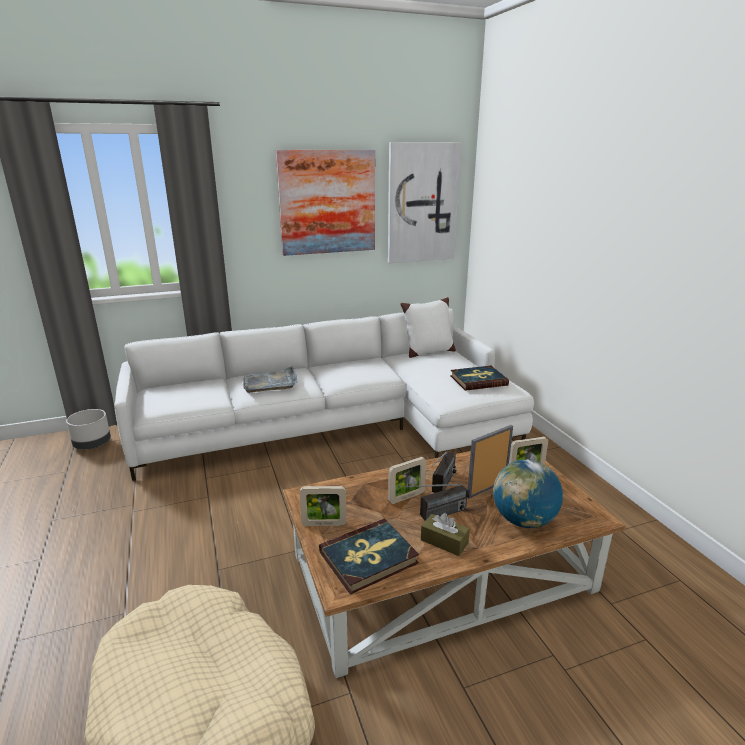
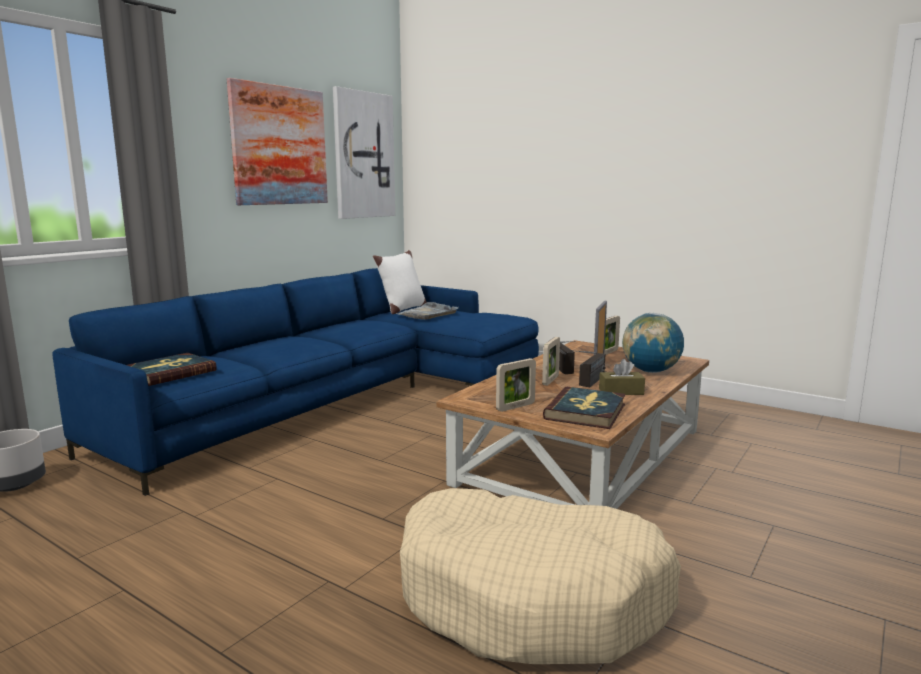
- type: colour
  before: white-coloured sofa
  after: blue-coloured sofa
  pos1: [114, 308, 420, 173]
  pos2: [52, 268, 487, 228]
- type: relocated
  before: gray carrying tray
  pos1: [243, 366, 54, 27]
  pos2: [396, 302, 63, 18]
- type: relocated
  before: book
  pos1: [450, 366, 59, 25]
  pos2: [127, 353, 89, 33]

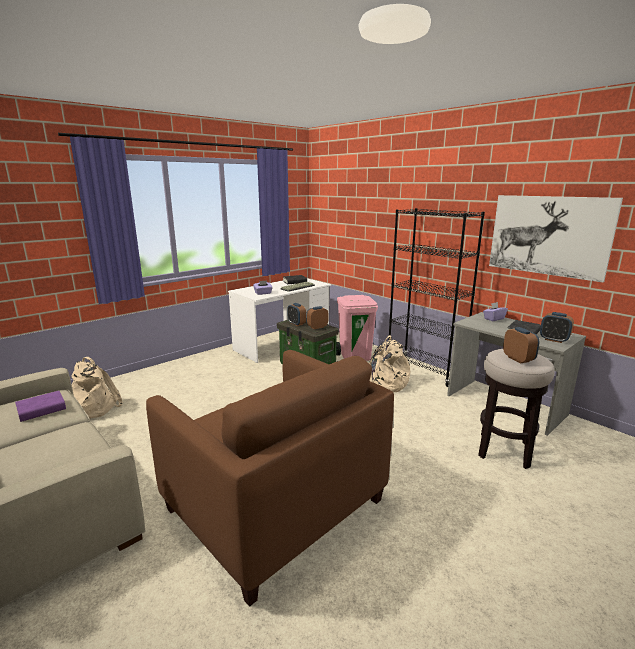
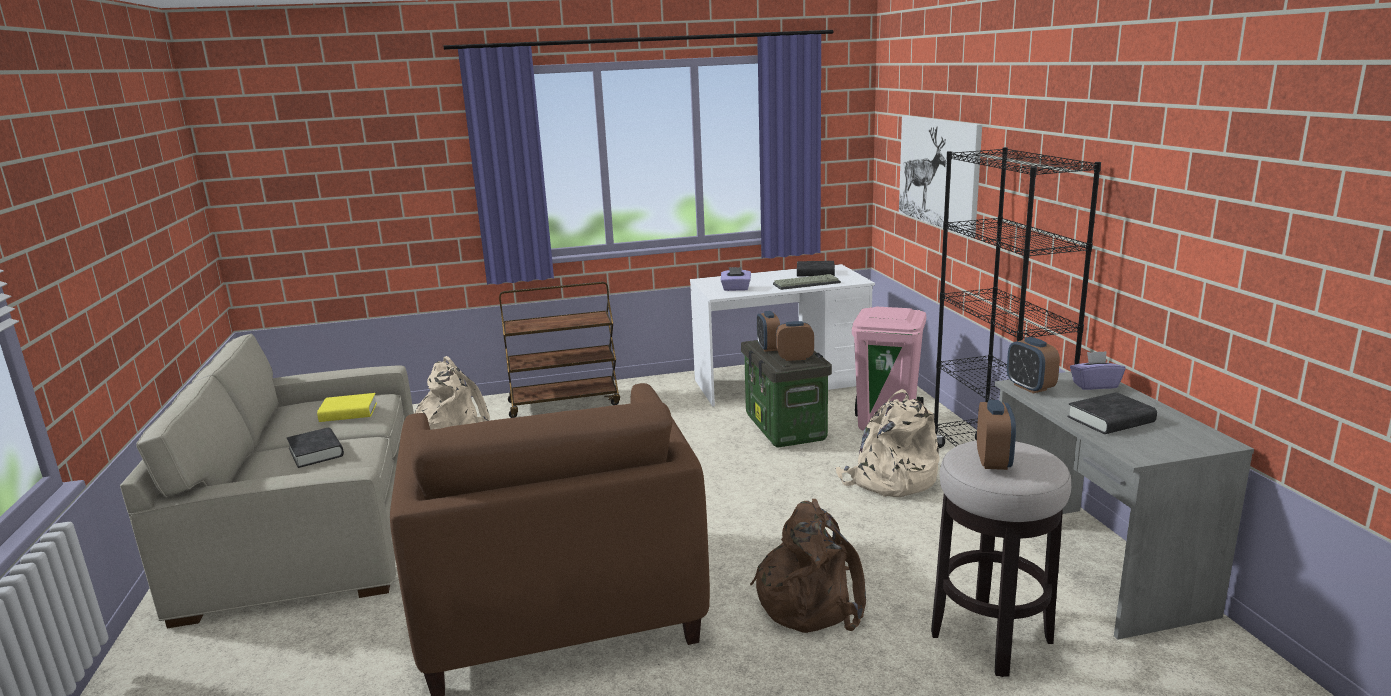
- type: colour
  before: purplish book
  after: yellow-coloured book
  pos1: [15, 391, 51, 31]
  pos2: [317, 393, 60, 29]
- type: relocated
  before: picture
  pos1: [489, 195, 134, 87]
  pos2: [899, 116, 83, 122]
- type: relocated
  before: bedside clock
  pos1: [540, 312, 34, 31]
  pos2: [1007, 337, 53, 56]
- type: appeared
  after: blackish book
  pos2: [287, 428, 57, 40]
- type: appeared
  after: brown cart
  pos2: [499, 282, 121, 136]
- type: appeared
  after: brown rucksack
  pos2: [750, 499, 116, 134]

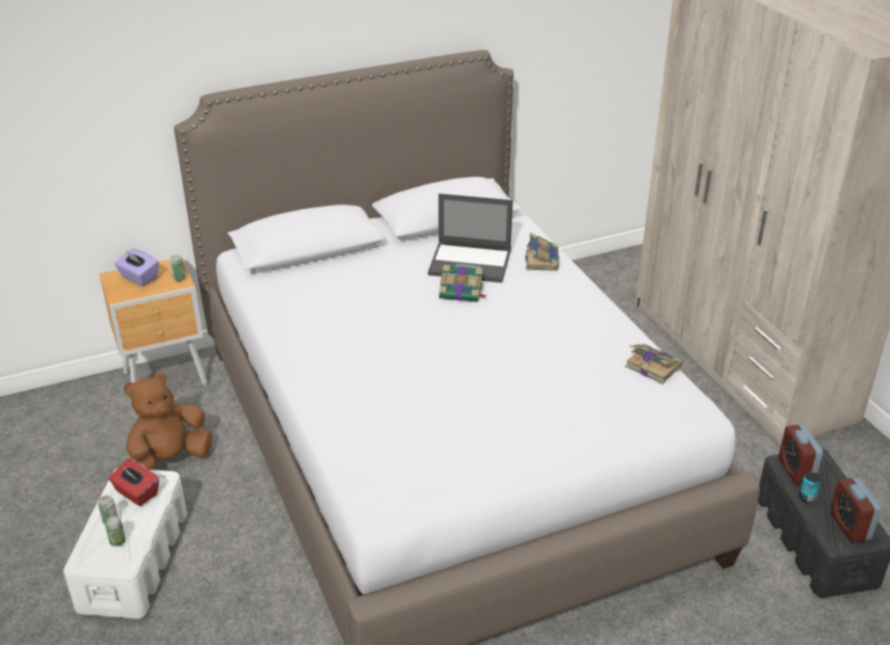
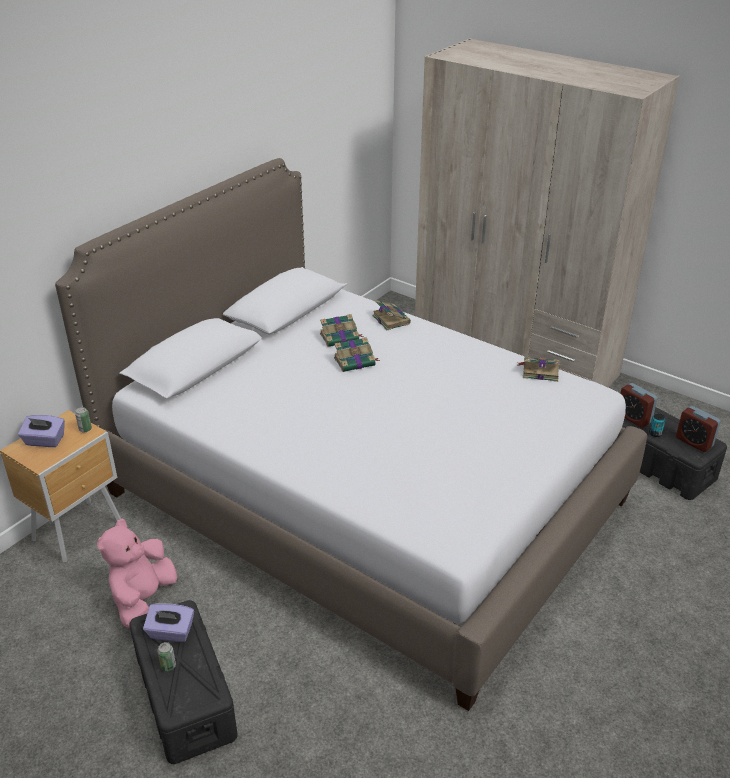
- type: colour
  before: white-coloured storage container
  after: blackish storage container
  pos1: [63, 469, 124, 150]
  pos2: [129, 600, 109, 164]
- type: missing
  before: can
  pos1: [105, 516, 21, 31]
- type: colour
  before: red-coloured box of tissues
  after: purplish box of tissues
  pos1: [108, 459, 51, 47]
  pos2: [143, 603, 51, 39]
- type: colour
  before: brown soft toy
  after: pink soft toy
  pos1: [124, 373, 88, 97]
  pos2: [97, 519, 80, 109]
- type: exchanged
  before: notebook computer
  after: book
  pos1: [428, 194, 85, 89]
  pos2: [320, 314, 44, 33]

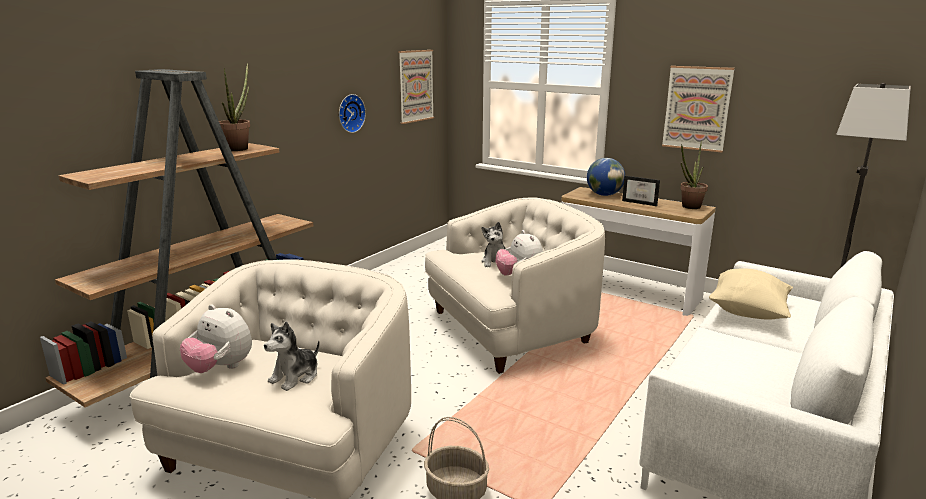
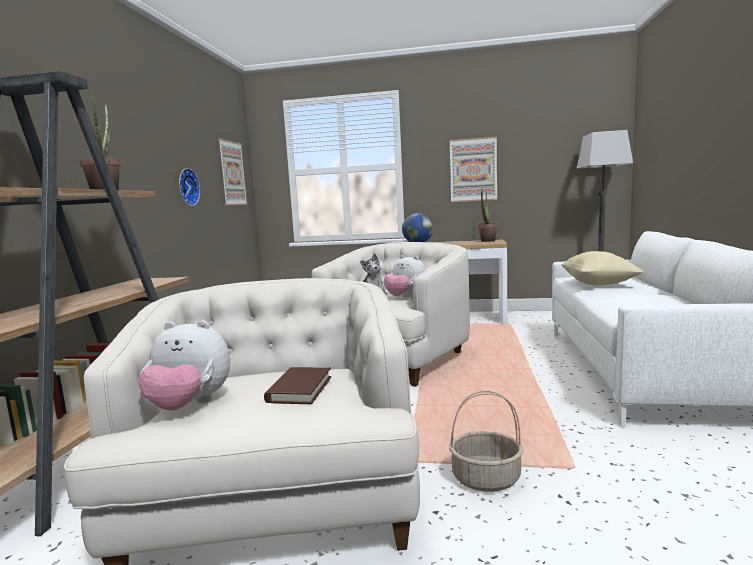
- type: exchanged
  before: soft toy
  after: brown book
  pos1: [264, 322, 56, 69]
  pos2: [264, 367, 67, 37]
- type: missing
  before: picture frame
  pos1: [622, 176, 38, 30]

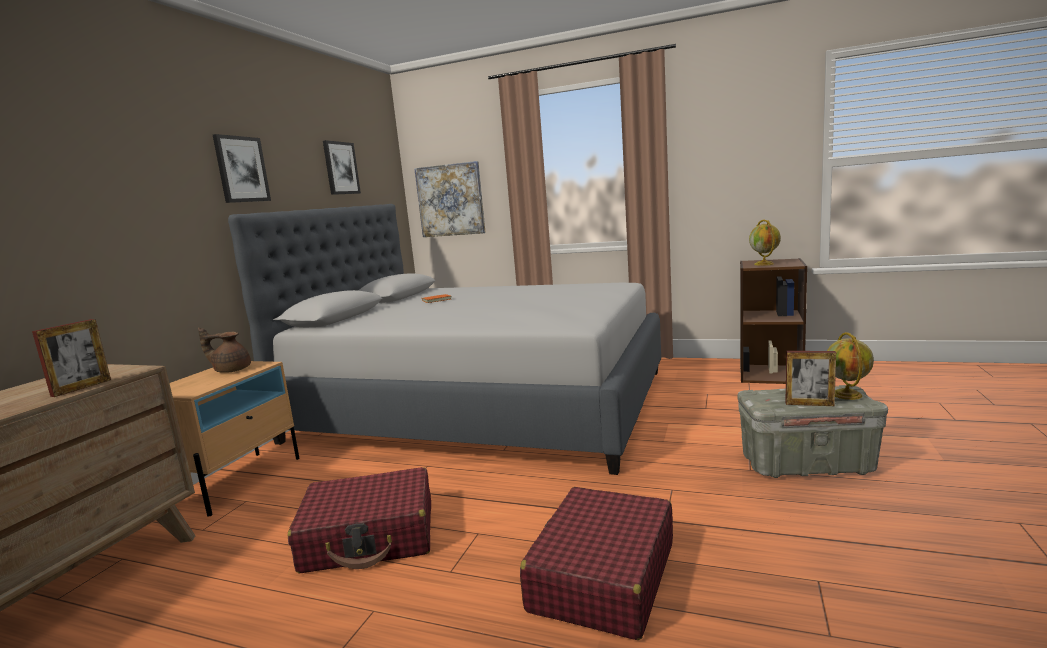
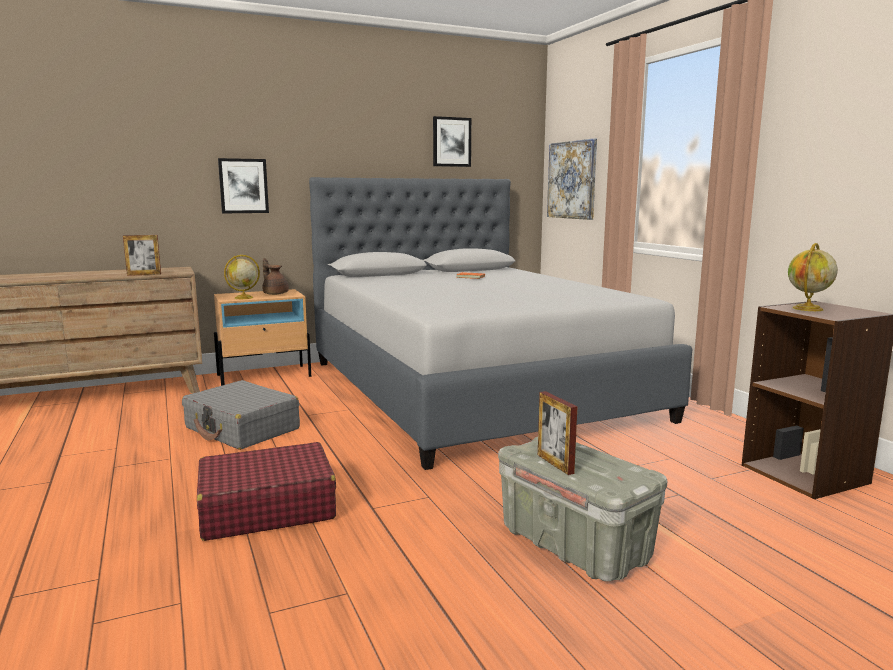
- type: relocated
  before: picture
  pos1: [213, 134, 58, 69]
  pos2: [218, 158, 51, 56]
- type: colour
  before: red-coloured piece of luggage
  after: gray piece of luggage
  pos1: [288, 467, 143, 106]
  pos2: [182, 380, 118, 70]
- type: relocated
  before: globe
  pos1: [827, 332, 47, 68]
  pos2: [224, 255, 36, 44]

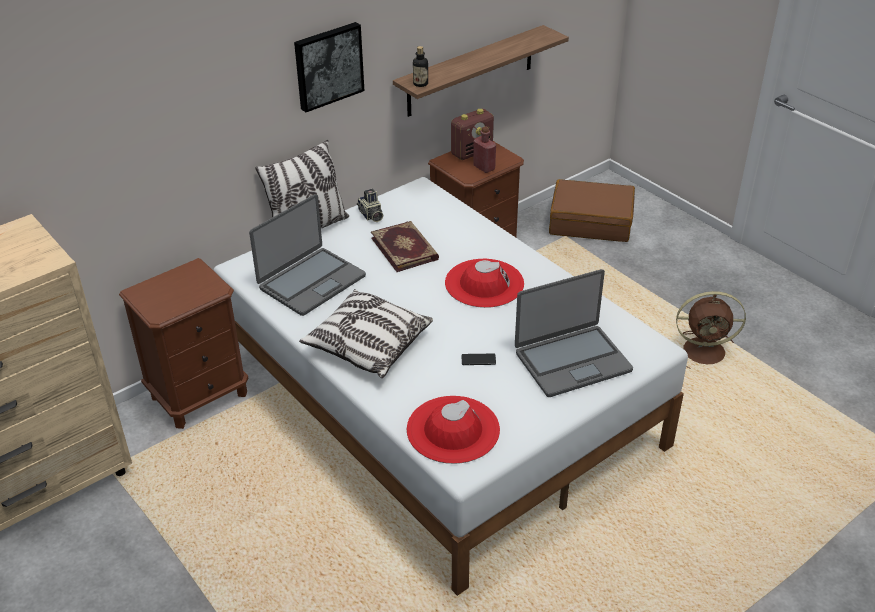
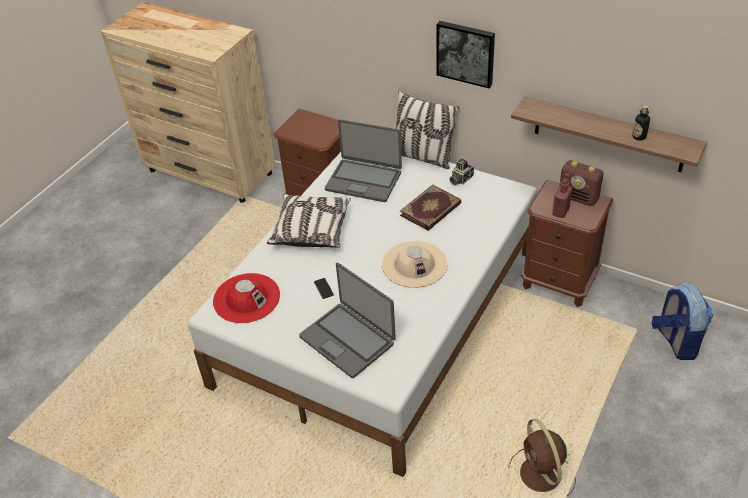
- type: relocated
  before: bottle
  pos1: [413, 46, 15, 41]
  pos2: [632, 105, 18, 36]
- type: colour
  before: red-coloured clothing hat
  after: beige-coloured clothing hat
  pos1: [445, 259, 79, 49]
  pos2: [382, 241, 65, 47]
- type: exchanged
  before: brown piece of luggage
  after: rucksack
  pos1: [549, 179, 86, 63]
  pos2: [652, 282, 61, 78]

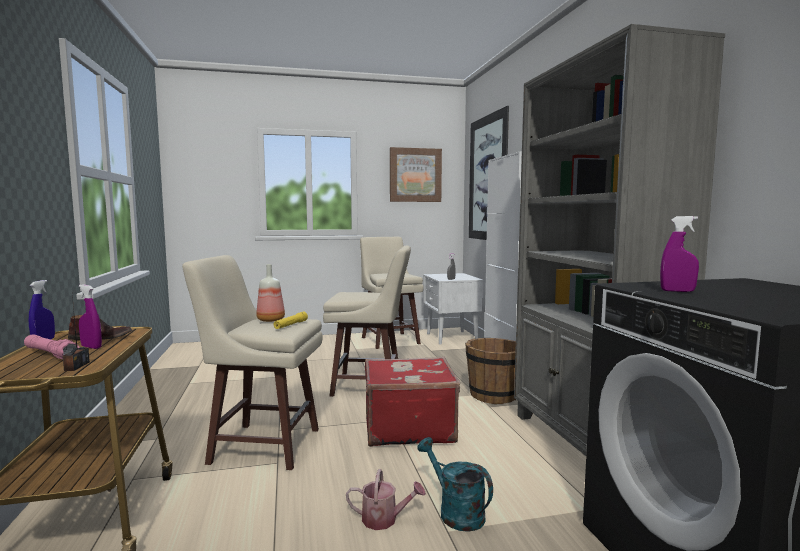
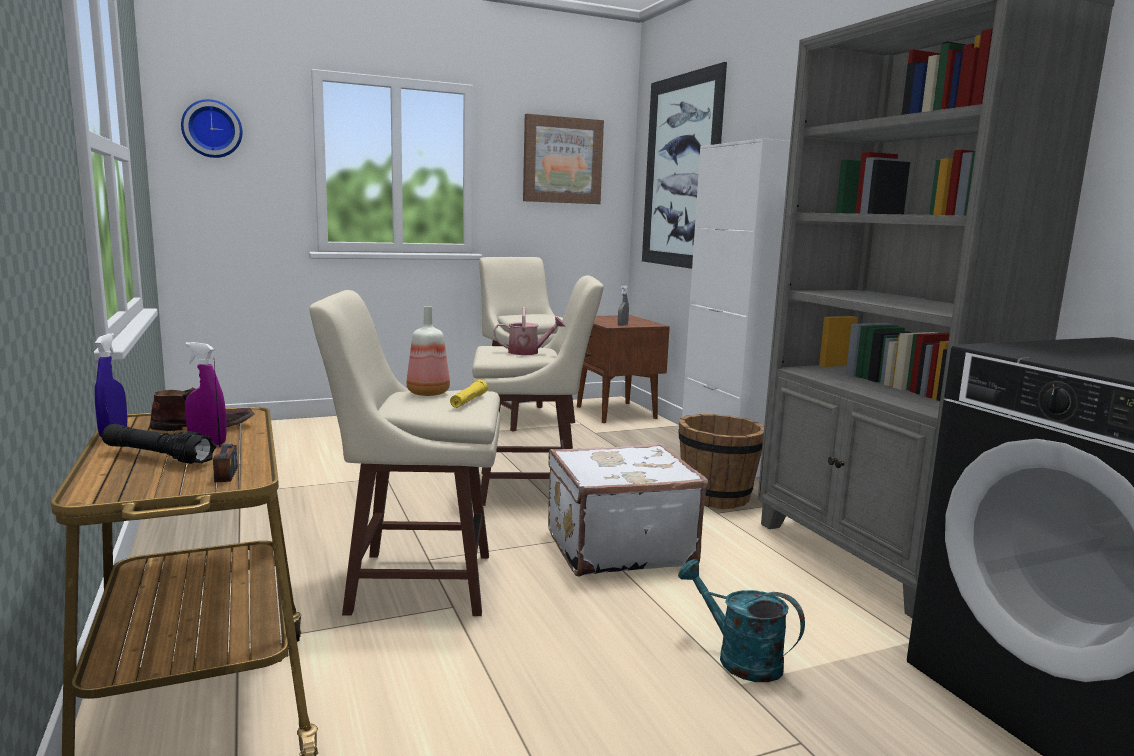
- type: colour
  before: pink torch
  after: blackish torch
  pos1: [24, 334, 56, 25]
  pos2: [102, 424, 114, 40]
- type: relocated
  before: sprinkling can
  pos1: [346, 469, 80, 61]
  pos2: [493, 307, 73, 48]
- type: colour
  before: red-coloured piece of luggage
  after: white-coloured piece of luggage
  pos1: [365, 357, 95, 90]
  pos2: [548, 443, 160, 134]
- type: colour
  before: white-coloured bedside table
  after: brown bedside table
  pos1: [423, 273, 60, 72]
  pos2: [577, 315, 93, 108]
- type: missing
  before: purplish hand sprayer
  pos1: [660, 216, 39, 76]
- type: appeared
  after: hanging clock
  pos2: [181, 99, 62, 59]

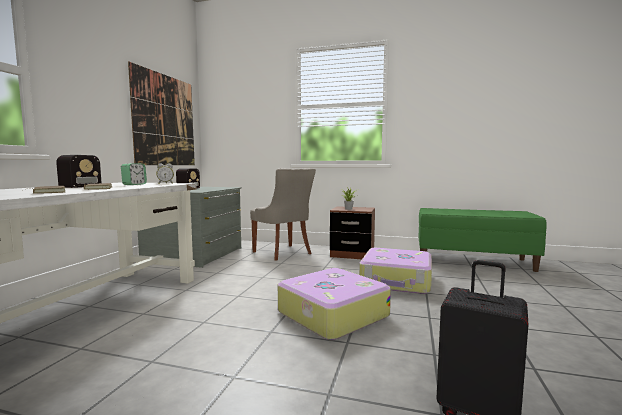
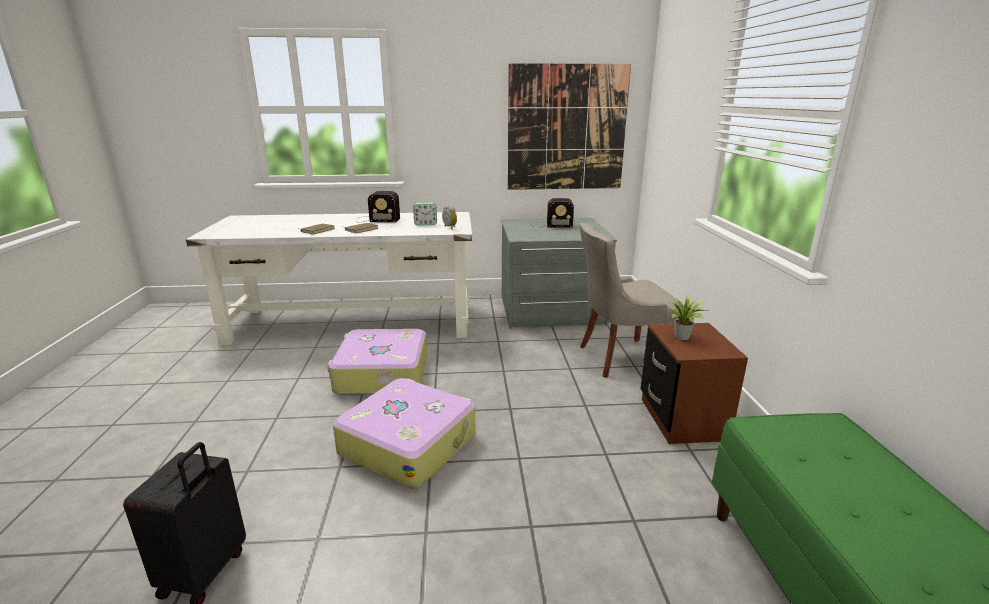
- type: spun
  before: gray plain chair
  pos1: [250, 168, 66, 93]
  pos2: [579, 223, 104, 155]
  turn: 45
- type: relocated
  before: piece of luggage
  pos1: [359, 248, 73, 46]
  pos2: [327, 329, 100, 66]

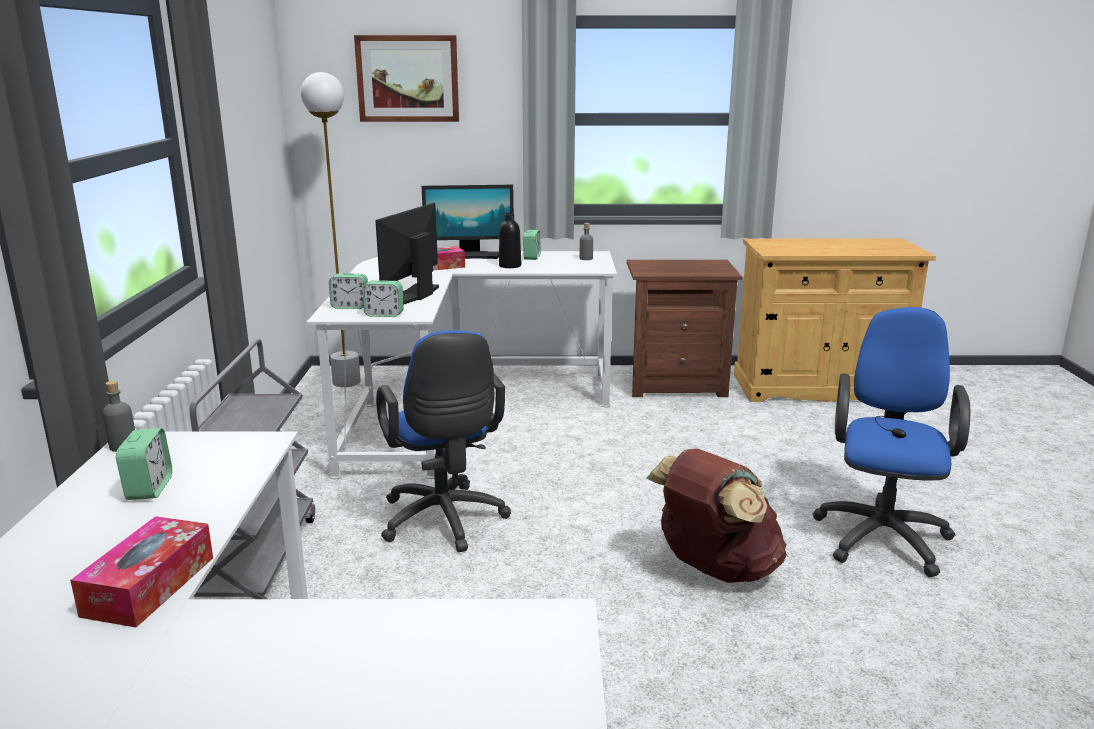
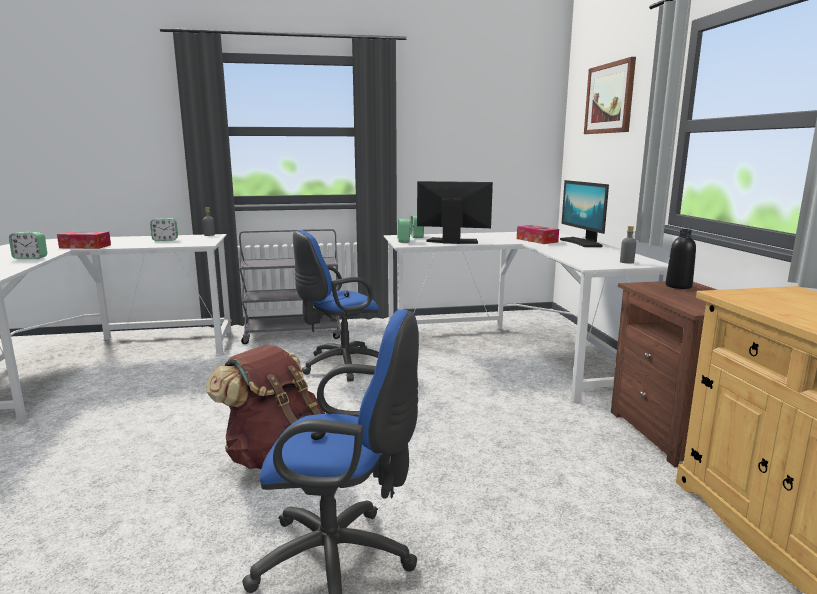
- type: missing
  before: white-coloured floor lamp
  pos1: [301, 72, 60, 315]
- type: relocated
  before: blackish bottle
  pos1: [499, 213, 22, 55]
  pos2: [666, 229, 30, 60]
- type: relocated
  before: bedside clock
  pos1: [523, 230, 18, 30]
  pos2: [9, 232, 38, 27]

